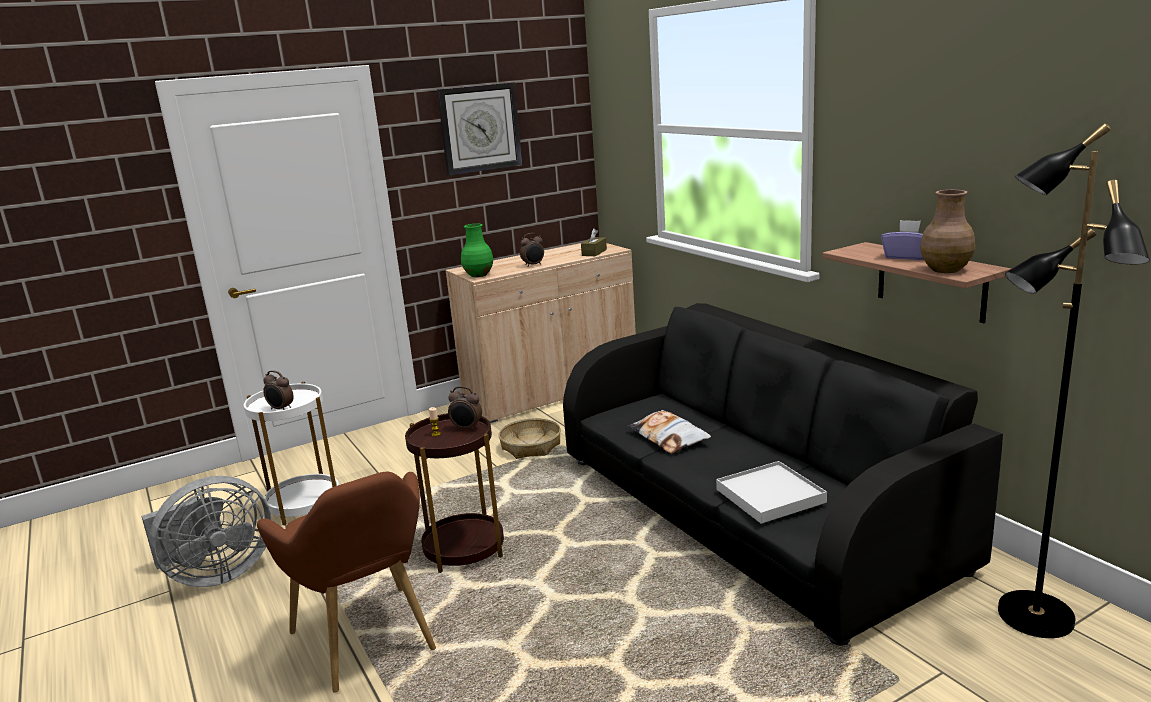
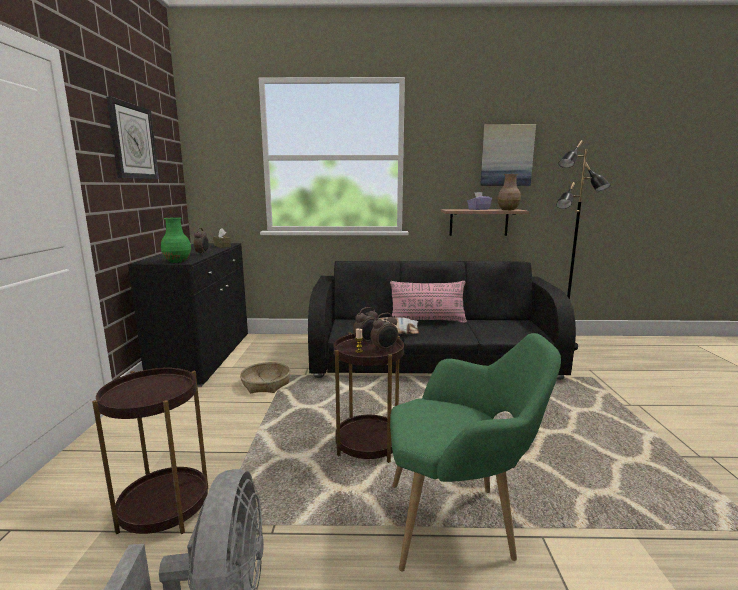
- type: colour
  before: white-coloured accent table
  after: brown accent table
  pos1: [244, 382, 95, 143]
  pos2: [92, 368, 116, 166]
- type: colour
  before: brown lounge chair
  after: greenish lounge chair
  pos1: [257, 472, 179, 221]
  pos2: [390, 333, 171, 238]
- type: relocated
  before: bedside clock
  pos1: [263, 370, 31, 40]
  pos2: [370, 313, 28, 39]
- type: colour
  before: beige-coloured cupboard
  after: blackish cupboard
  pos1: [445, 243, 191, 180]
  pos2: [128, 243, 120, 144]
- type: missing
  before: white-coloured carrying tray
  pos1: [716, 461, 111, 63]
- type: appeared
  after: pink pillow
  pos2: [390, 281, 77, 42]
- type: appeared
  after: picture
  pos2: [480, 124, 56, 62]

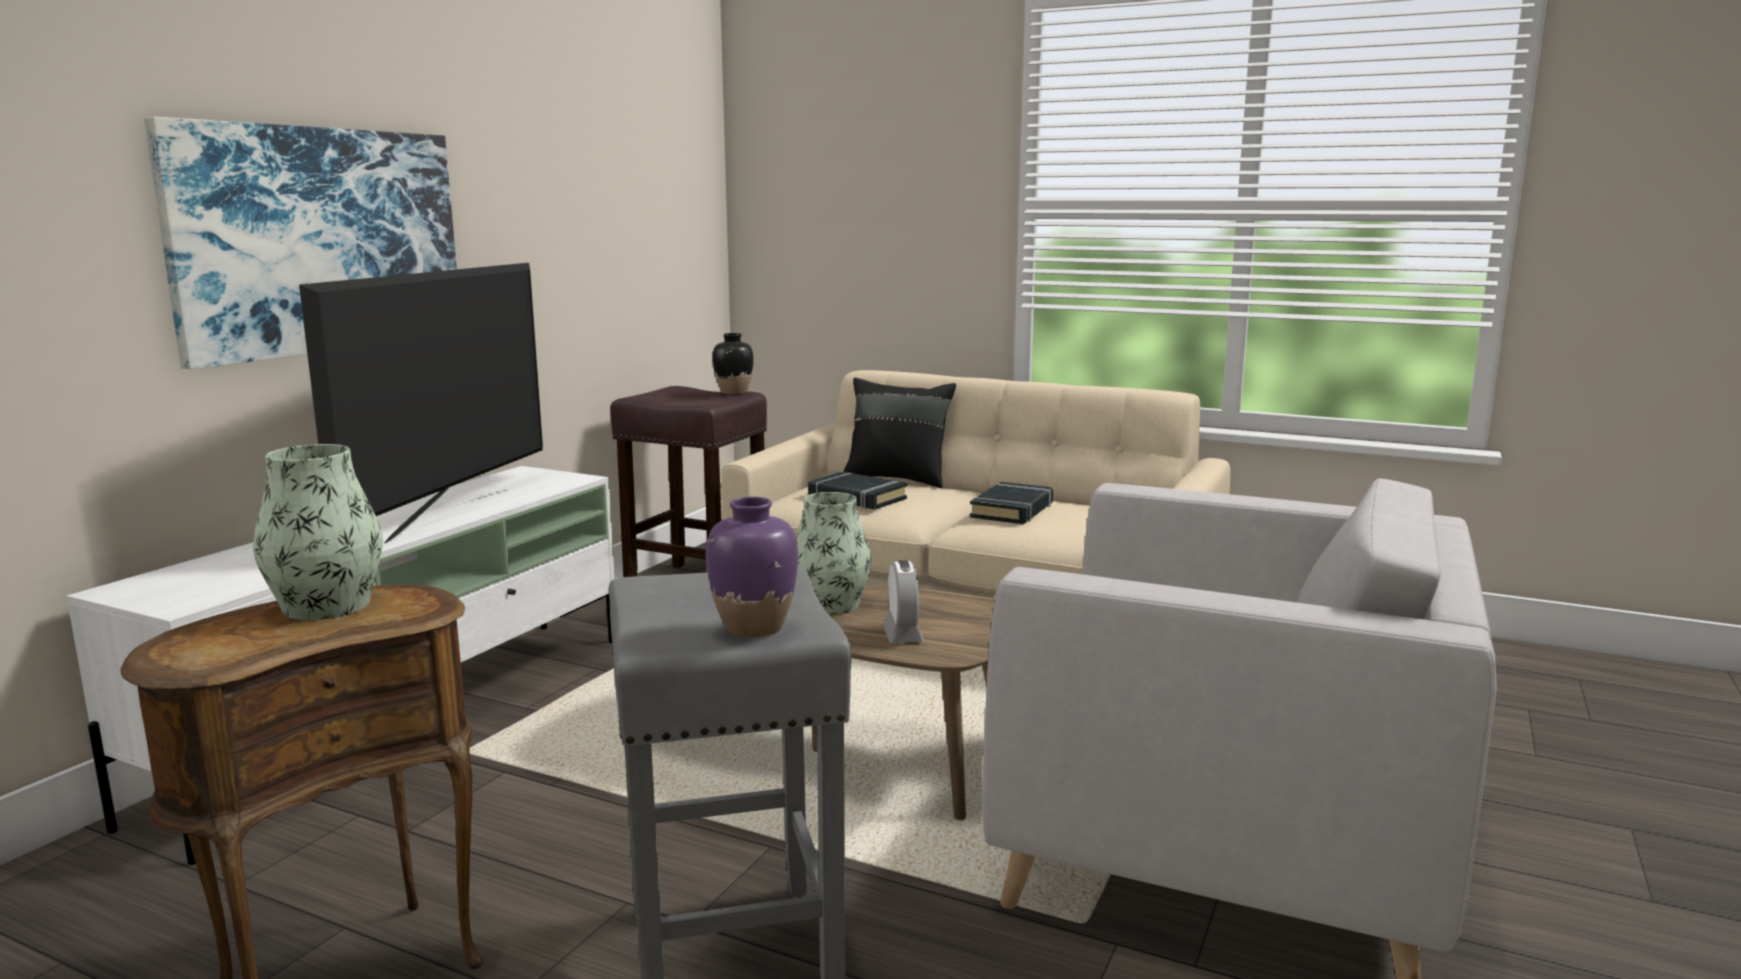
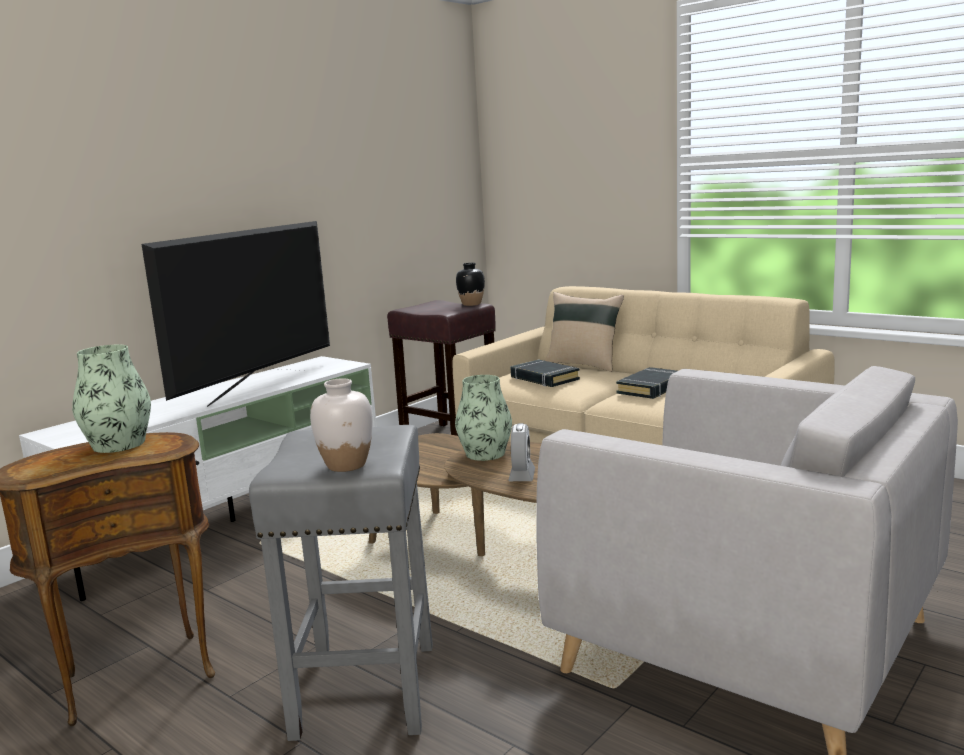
- type: missing
  before: picture
  pos1: [144, 117, 313, 252]
- type: colour
  before: purplish flower vase
  after: white-coloured flower vase
  pos1: [706, 497, 92, 140]
  pos2: [310, 378, 63, 94]
- type: colour
  before: blackish pillow
  after: beige-coloured pillow
  pos1: [844, 378, 112, 110]
  pos2: [545, 292, 79, 80]

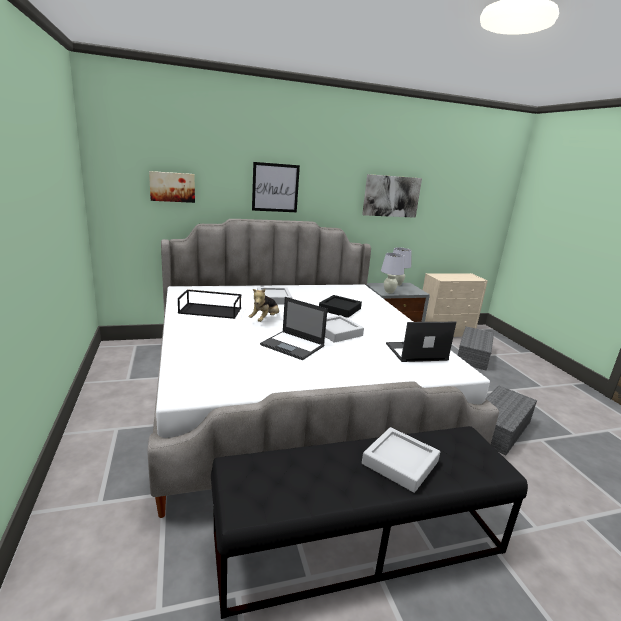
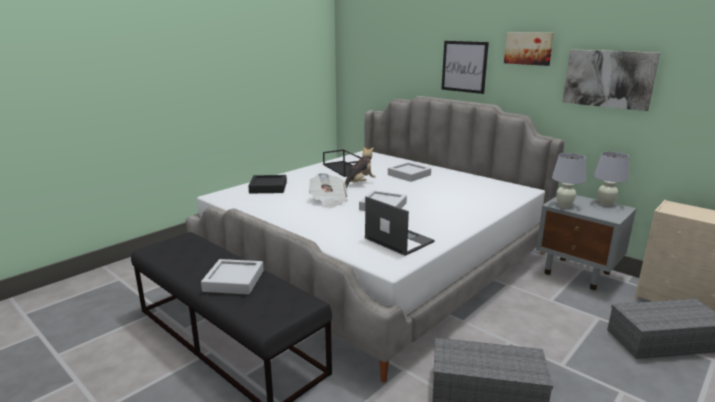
- type: relocated
  before: picture
  pos1: [149, 171, 46, 32]
  pos2: [504, 32, 50, 34]
- type: spun
  before: soft toy
  pos1: [249, 289, 30, 33]
  pos2: [345, 146, 31, 42]
  turn: 135
- type: exchanged
  before: notebook computer
  after: newspaper
  pos1: [260, 297, 68, 63]
  pos2: [309, 173, 39, 36]
- type: relocated
  before: blackish carrying tray
  pos1: [319, 295, 43, 23]
  pos2: [248, 175, 39, 18]

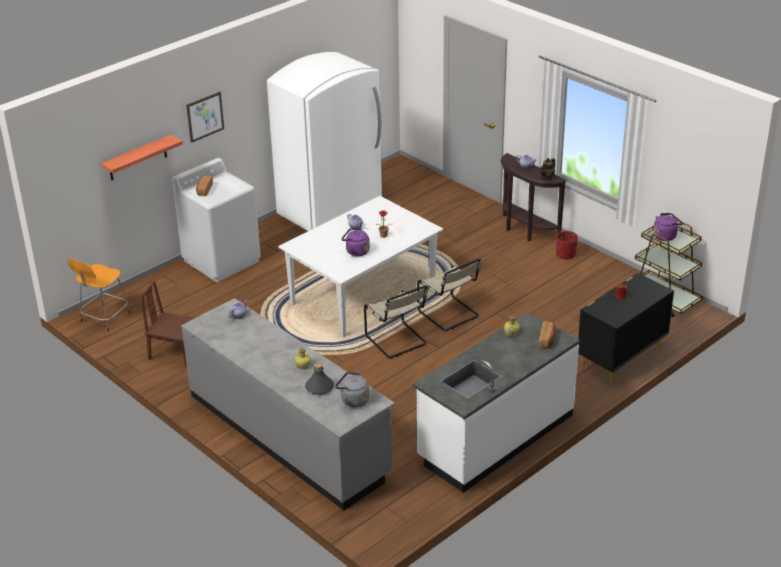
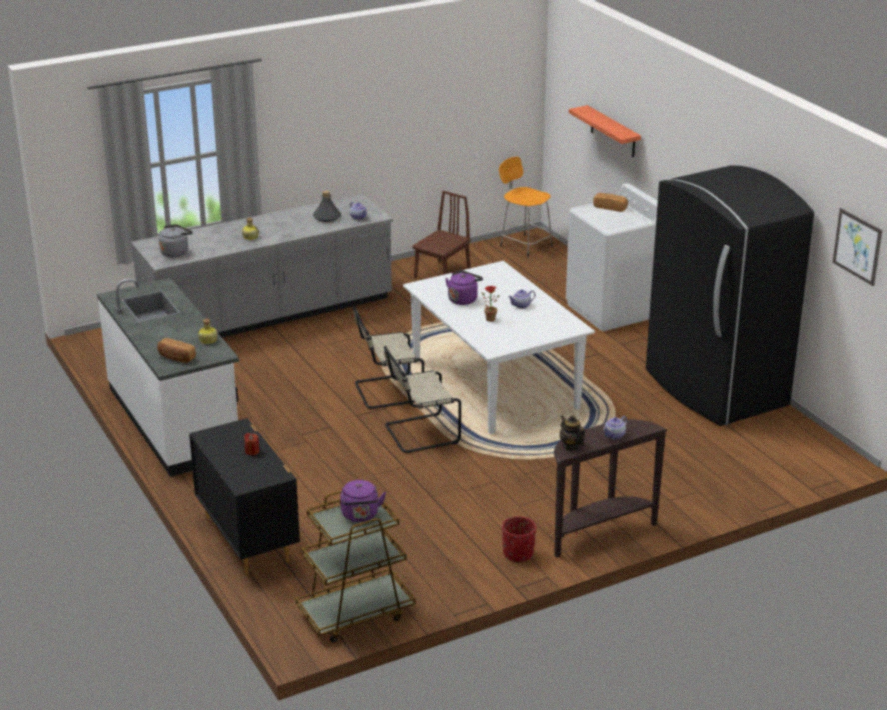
- type: relocated
  before: picture
  pos1: [186, 92, 38, 51]
  pos2: [833, 208, 49, 78]
- type: colour
  before: white-coloured refrigerator
  after: blackish refrigerator
  pos1: [267, 52, 115, 179]
  pos2: [646, 166, 168, 260]
- type: relocated
  before: gray bottle
  pos1: [305, 363, 29, 32]
  pos2: [313, 190, 28, 32]

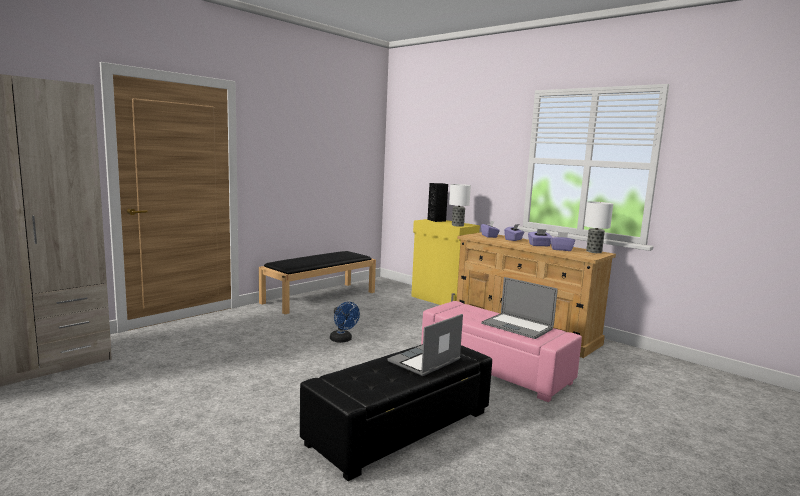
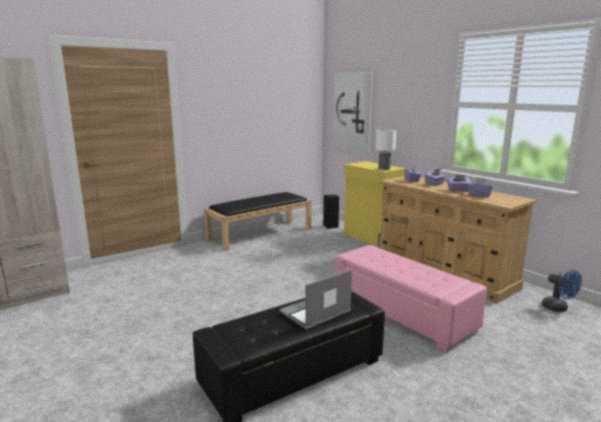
- type: relocated
  before: blue-coloured cooling fan
  pos1: [330, 302, 30, 41]
  pos2: [542, 270, 40, 42]
- type: relocated
  before: blackish loudspeaker
  pos1: [427, 183, 21, 39]
  pos2: [323, 195, 16, 34]
- type: missing
  before: notebook computer
  pos1: [481, 277, 77, 62]
- type: missing
  before: lamp for a table
  pos1: [584, 201, 29, 52]
- type: appeared
  after: picture
  pos2: [333, 72, 40, 81]

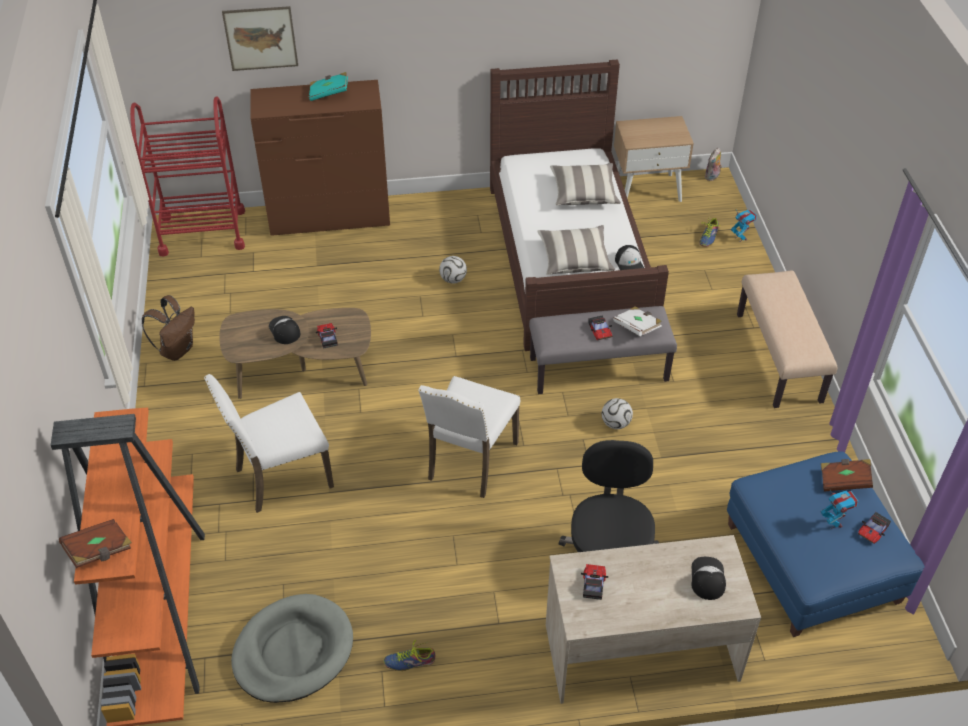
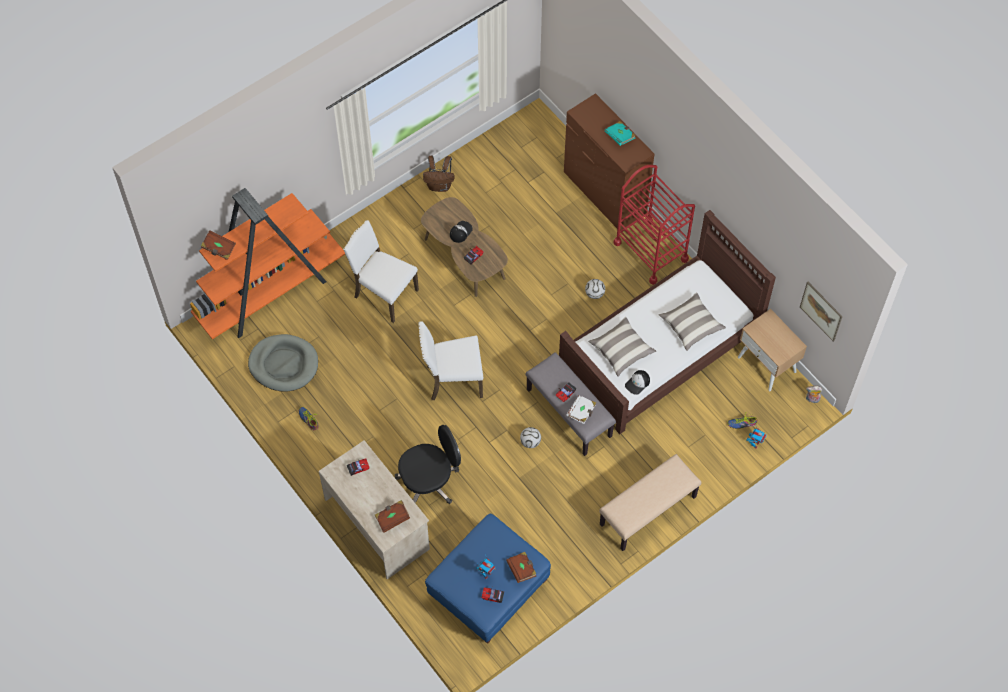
- type: relocated
  before: red-coloured cart
  pos1: [130, 96, 115, 161]
  pos2: [613, 165, 82, 120]
- type: relocated
  before: picture
  pos1: [222, 6, 76, 65]
  pos2: [800, 282, 43, 60]
- type: exchanged
  before: cap
  after: brown book
  pos1: [691, 557, 35, 43]
  pos2: [375, 500, 35, 33]

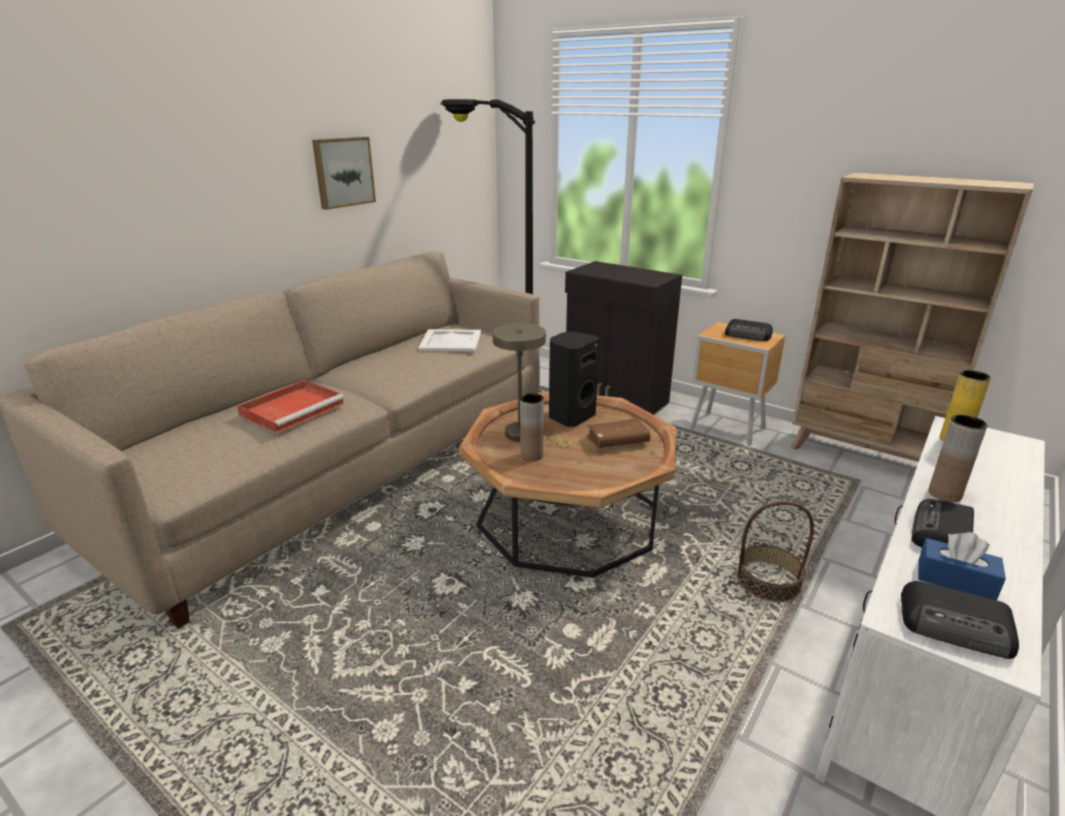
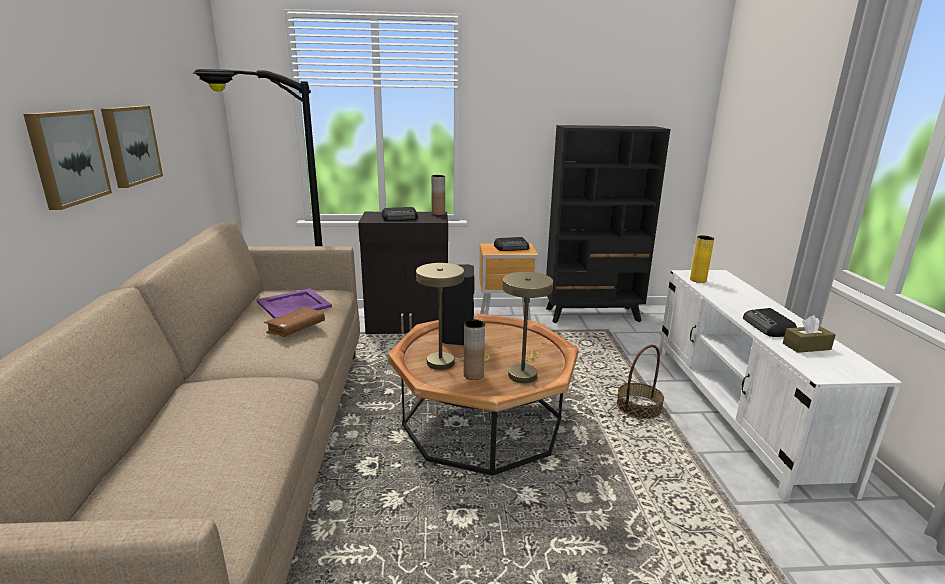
- type: missing
  before: red-coloured carrying tray
  pos1: [237, 380, 107, 53]
- type: colour
  before: white-coloured carrying tray
  after: purplish carrying tray
  pos1: [418, 329, 63, 23]
  pos2: [257, 288, 75, 31]
- type: relocated
  before: brown book
  pos1: [587, 418, 63, 30]
  pos2: [264, 306, 61, 31]
- type: colour
  before: beige-coloured shelving unit
  after: blackish shelving unit
  pos1: [790, 172, 244, 290]
  pos2: [546, 125, 124, 198]
- type: relocated
  before: radio set
  pos1: [901, 581, 118, 78]
  pos2: [381, 207, 37, 14]
- type: colour
  before: blue-coloured box of tissues
  after: brown box of tissues
  pos1: [918, 532, 88, 68]
  pos2: [783, 315, 53, 38]
- type: relocated
  before: brown flower vase
  pos1: [928, 415, 59, 87]
  pos2: [431, 175, 14, 41]
- type: appeared
  after: picture
  pos2: [23, 110, 89, 100]
- type: appeared
  after: beige-coloured lamp for a table
  pos2: [503, 272, 50, 111]

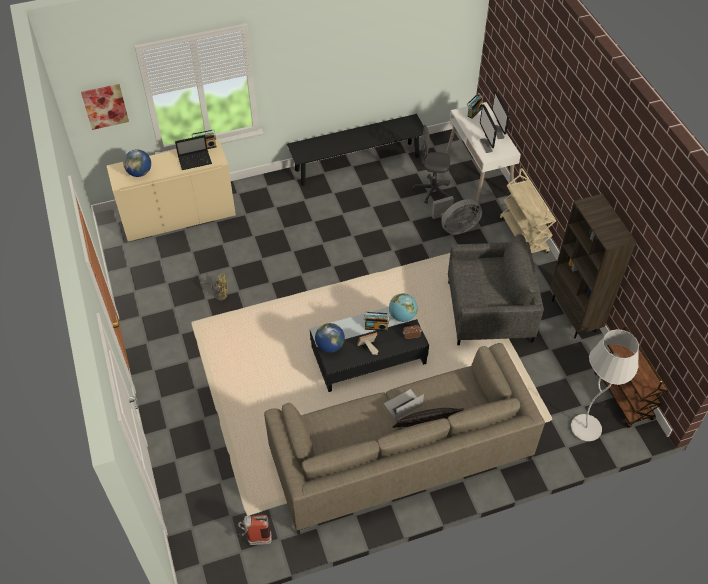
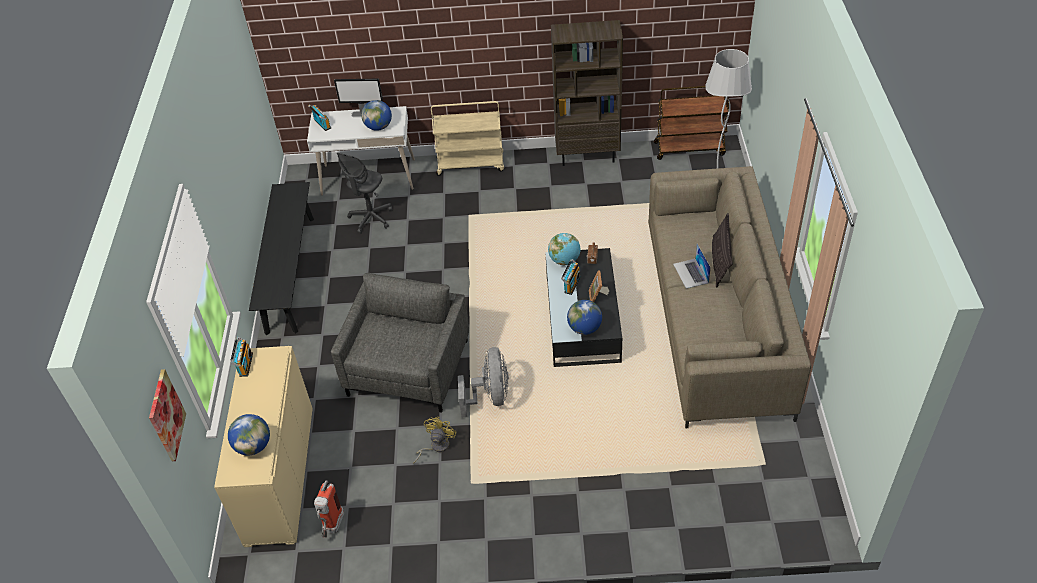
- type: missing
  before: notebook computer
  pos1: [175, 135, 37, 35]
- type: relocated
  before: fire-fighting cylinder
  pos1: [237, 515, 35, 30]
  pos2: [314, 480, 30, 58]
- type: relocated
  before: gray cooling fan
  pos1: [432, 196, 50, 39]
  pos2: [458, 347, 51, 70]
- type: relocated
  before: gray lounge chair
  pos1: [448, 234, 96, 111]
  pos2: [331, 273, 138, 140]
- type: exchanged
  before: computer screen
  after: globe
  pos1: [479, 104, 18, 49]
  pos2: [361, 100, 31, 31]

